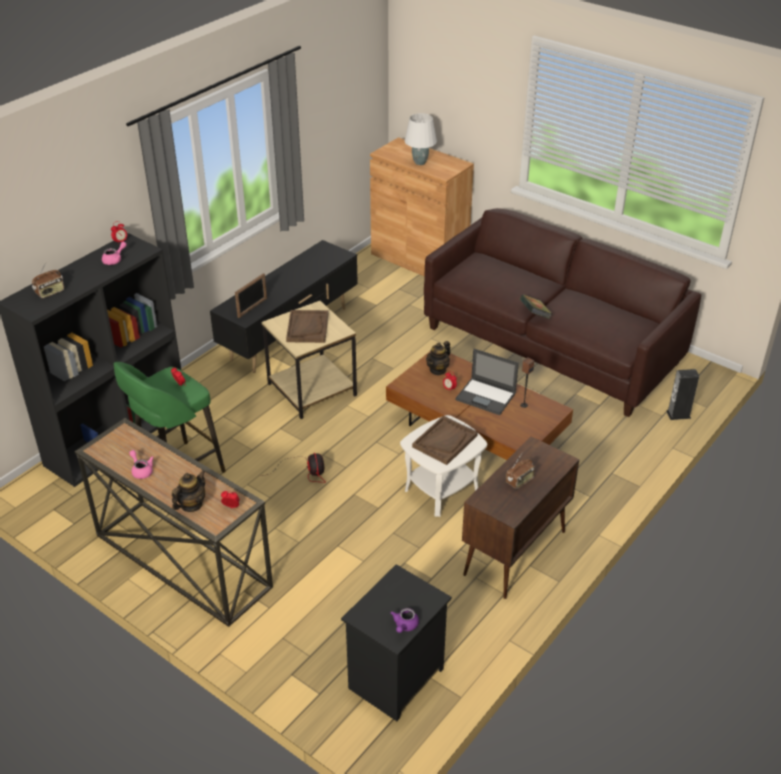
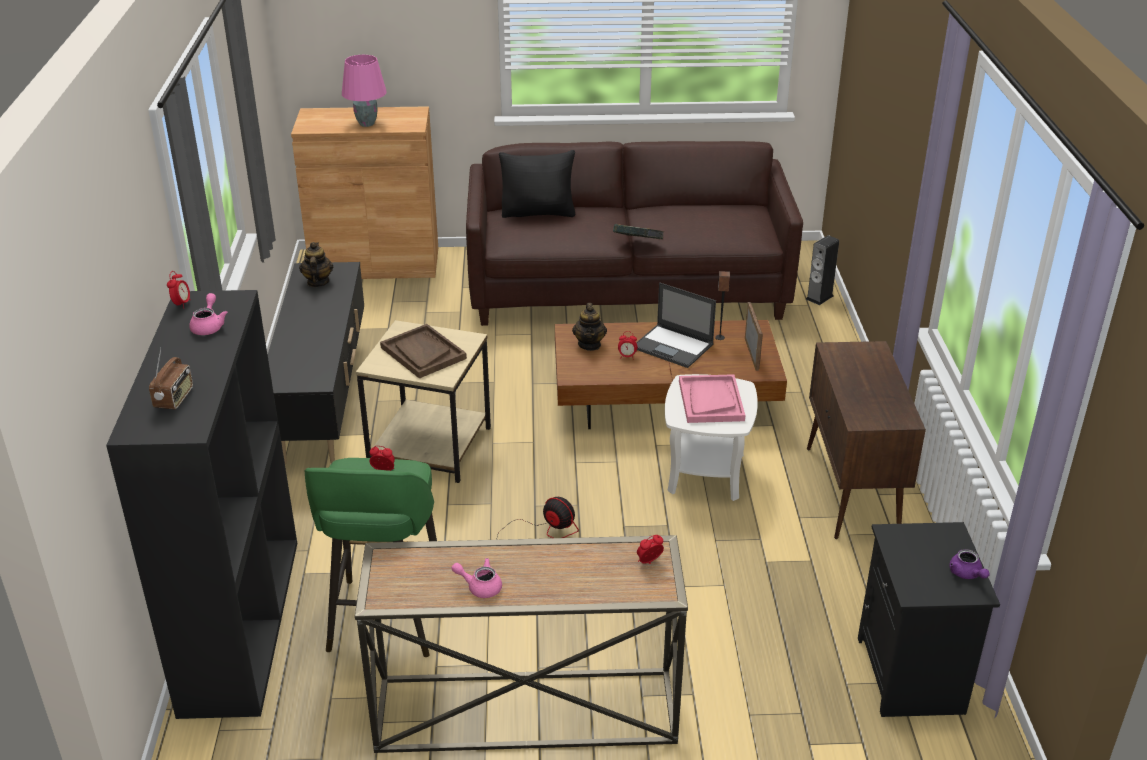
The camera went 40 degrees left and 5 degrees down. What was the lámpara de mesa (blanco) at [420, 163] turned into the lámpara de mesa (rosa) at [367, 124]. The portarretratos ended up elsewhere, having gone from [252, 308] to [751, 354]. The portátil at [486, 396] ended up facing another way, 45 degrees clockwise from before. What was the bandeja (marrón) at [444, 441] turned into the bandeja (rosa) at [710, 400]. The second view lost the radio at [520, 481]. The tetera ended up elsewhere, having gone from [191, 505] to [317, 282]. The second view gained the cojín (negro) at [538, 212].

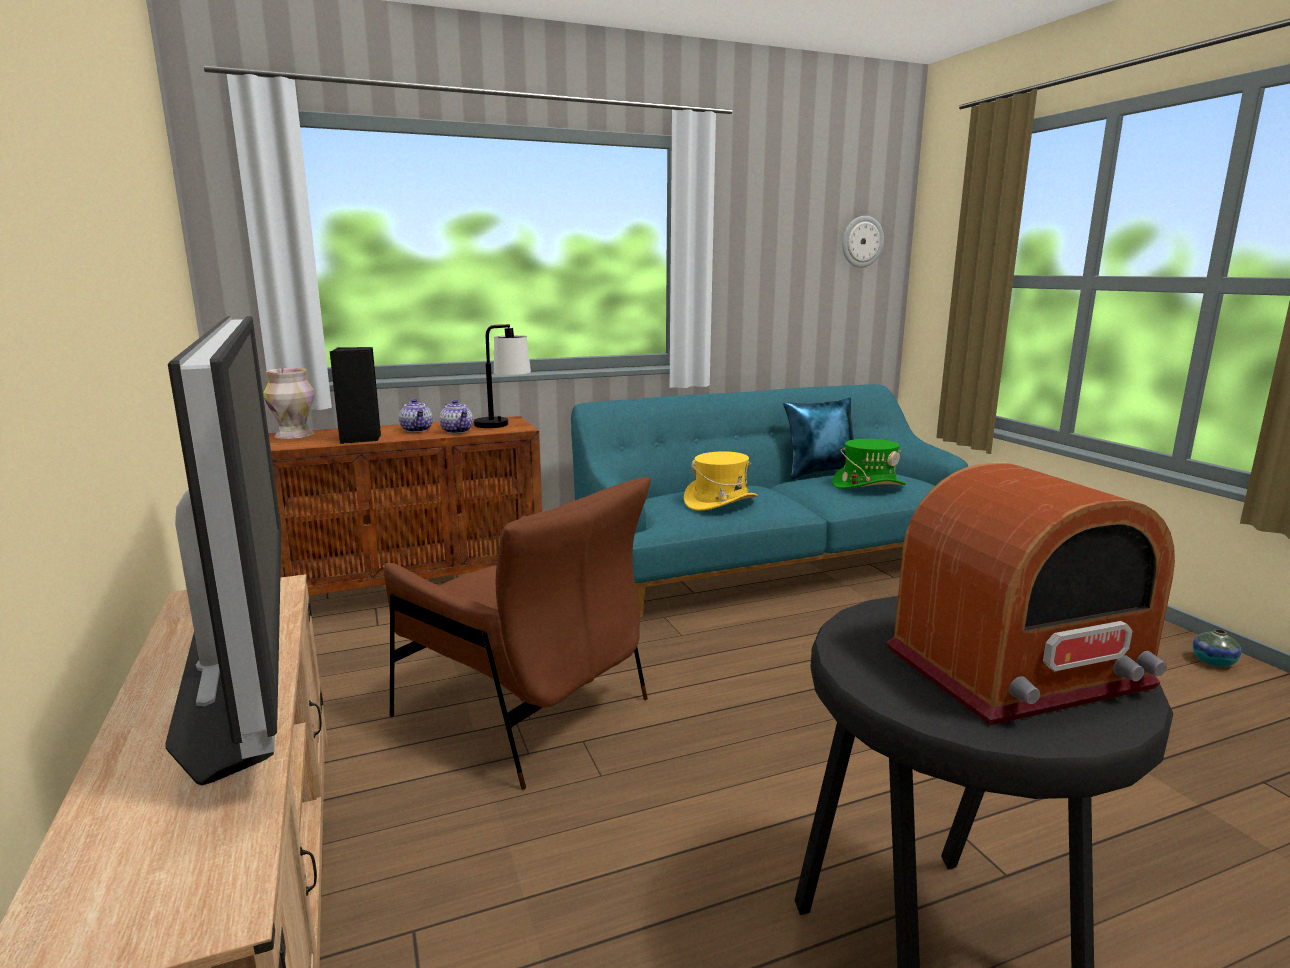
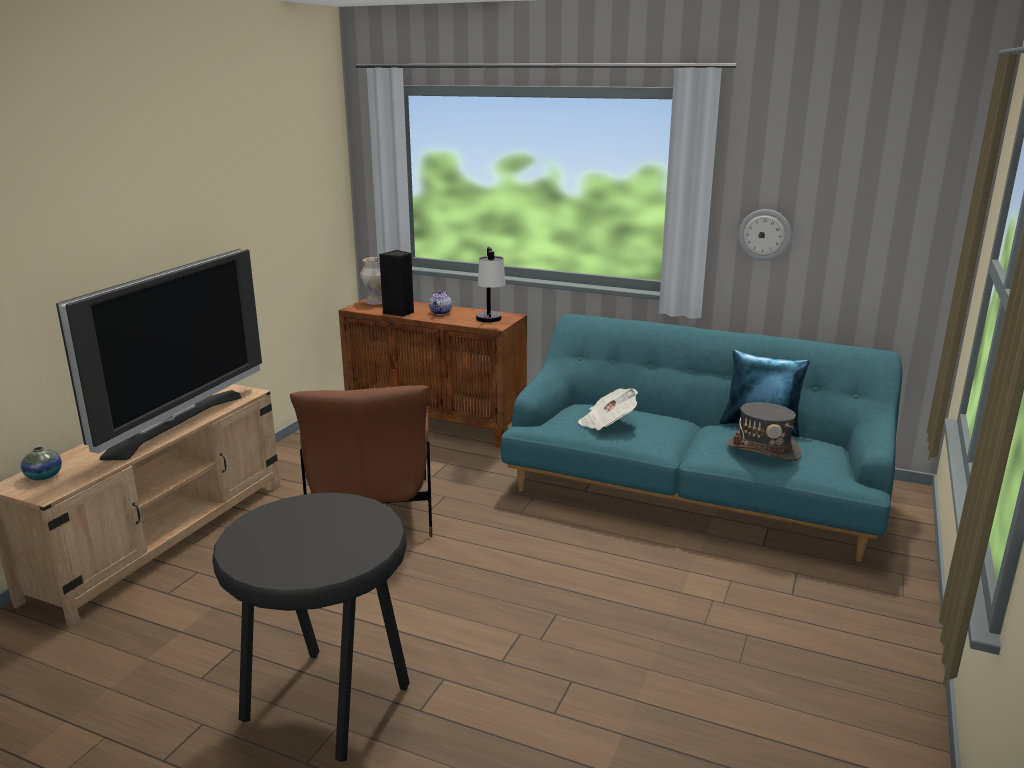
The camera went 45 degrees right and 5 degrees up. The reloj de pared ended up elsewhere, having gone from [862, 242] to [764, 234]. The second view lost the tetera at [458, 431]. What was the sombrero (verde) at [868, 485] turned into the sombrero (gris) at [763, 450]. Where the sombrero (amarillo) stood at [720, 502], the periódico came to stand at [607, 423]. The second view lost the radio at [1017, 668]. The florero ended up elsewhere, having gone from [1213, 662] to [44, 476].

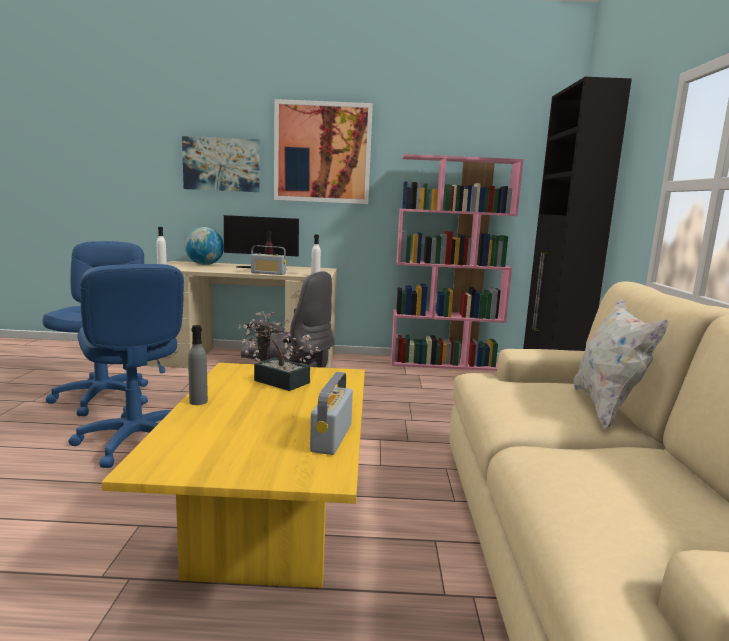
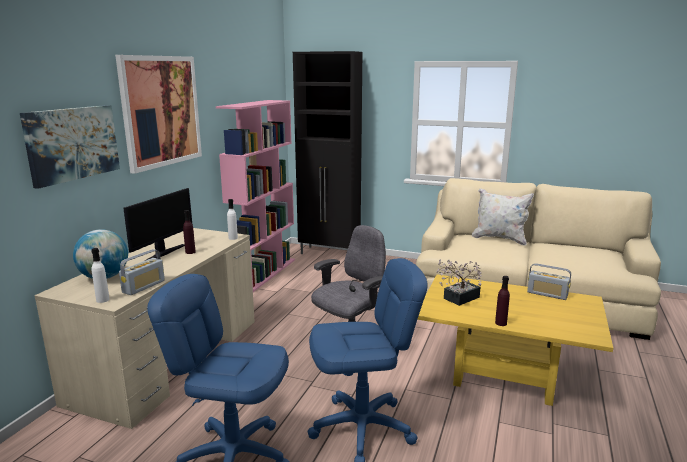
The camera went 70 degrees left and 5 degrees up. The radio ended up elsewhere, having gone from [268, 273] to [144, 286]. What was the botella (gris) at [198, 401] turned into the botella (morado) at [500, 323].

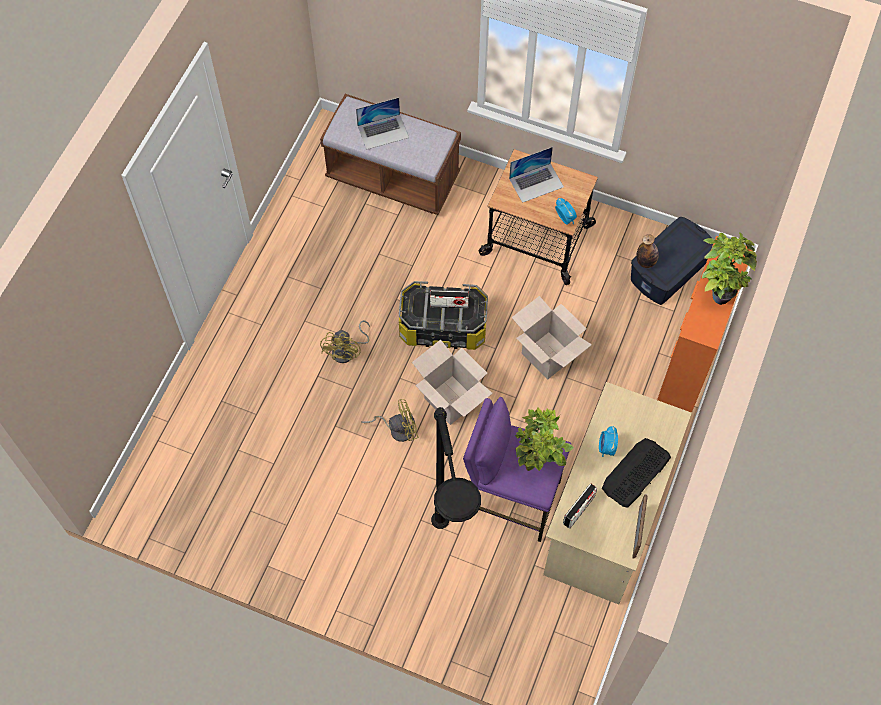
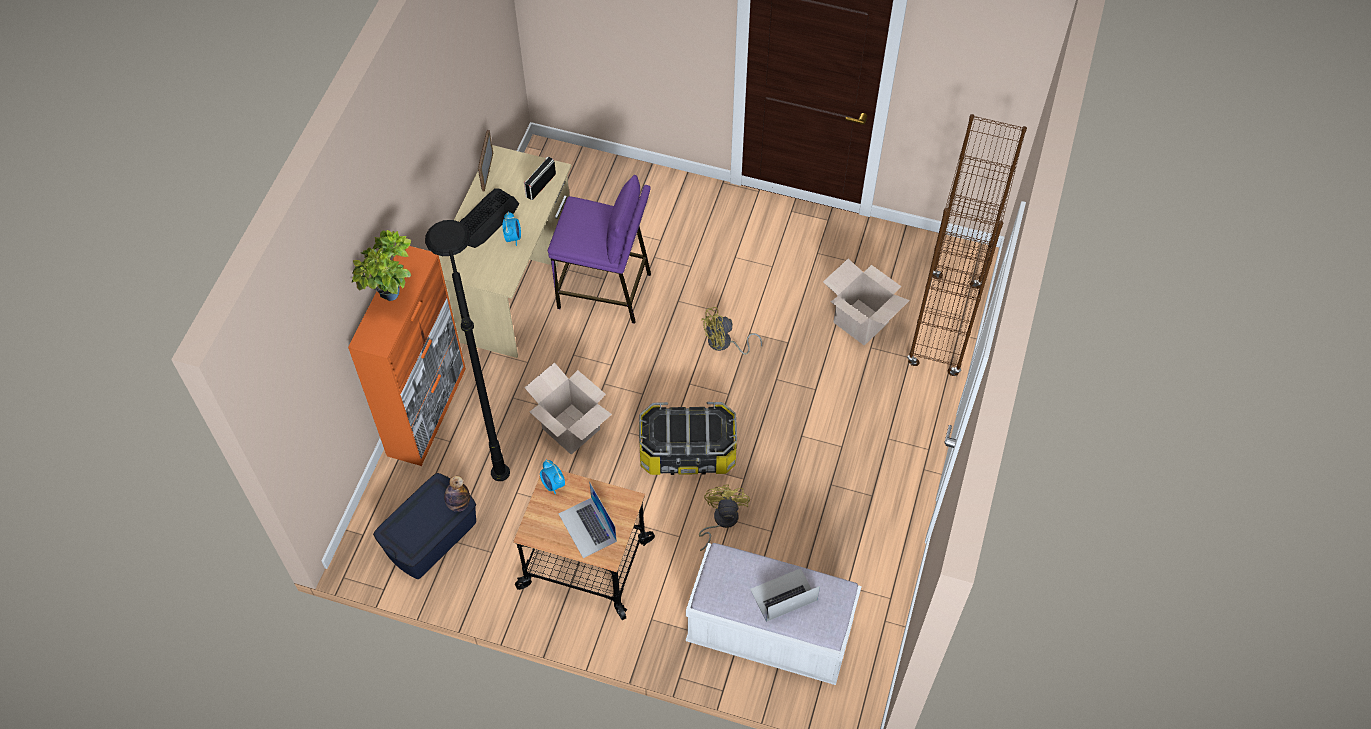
The camera went 175 degrees right and 5 degrees down. What was the banco (marrón) at [393, 177] turned into the banco (blanco) at [769, 633]. The portátil at [536, 182] ended up facing another way, 90 degrees counterclockwise from before. The second view lost the radio at [449, 304]. The ventilador (amarillo) ended up elsewhere, having gone from [347, 351] to [721, 520]. The caja de cartón ended up elsewhere, having gone from [451, 400] to [860, 322]. The lámpara de pie (negro) ended up elsewhere, having gone from [450, 575] to [489, 422]. The second view lost the planta en maceta at [537, 462]. The second view gained the estantería (marrón) at [944, 326].

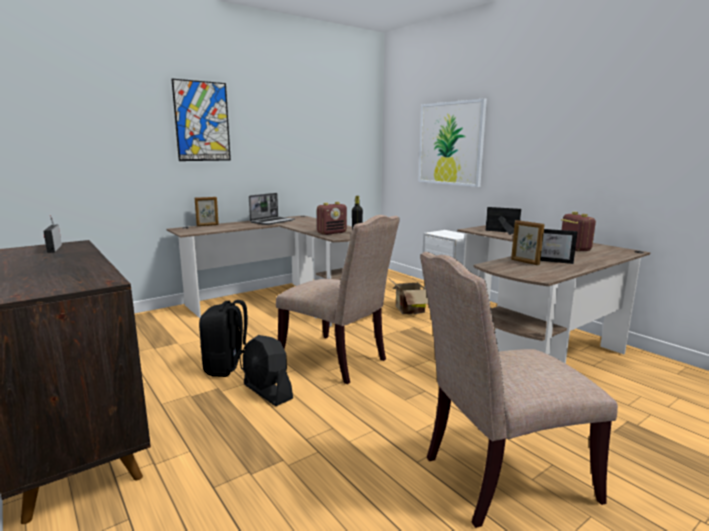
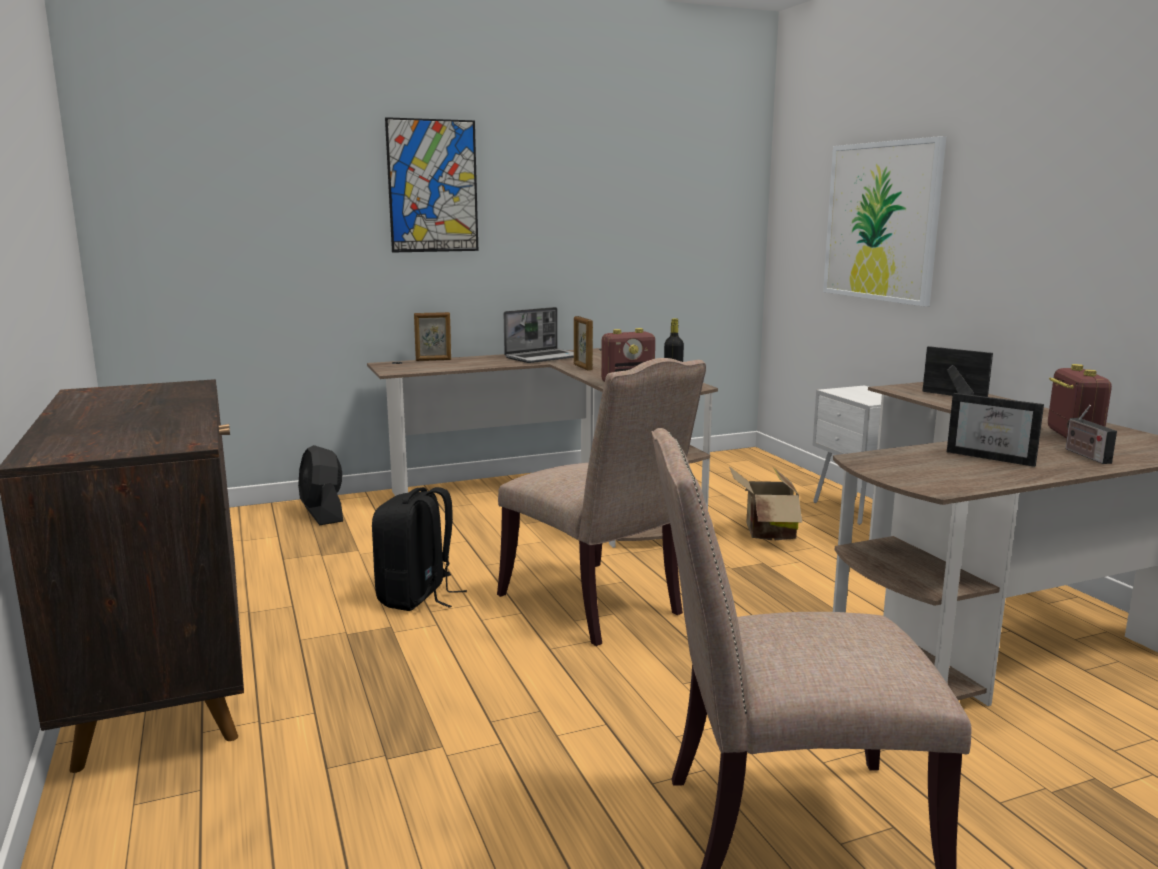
The camera went 15 degrees right and 0 degrees up. The radio ended up elsewhere, having gone from [54, 248] to [1085, 455]. The portarretratos ended up elsewhere, having gone from [524, 262] to [582, 367]. The ventilador (negro) ended up elsewhere, having gone from [267, 392] to [323, 514].

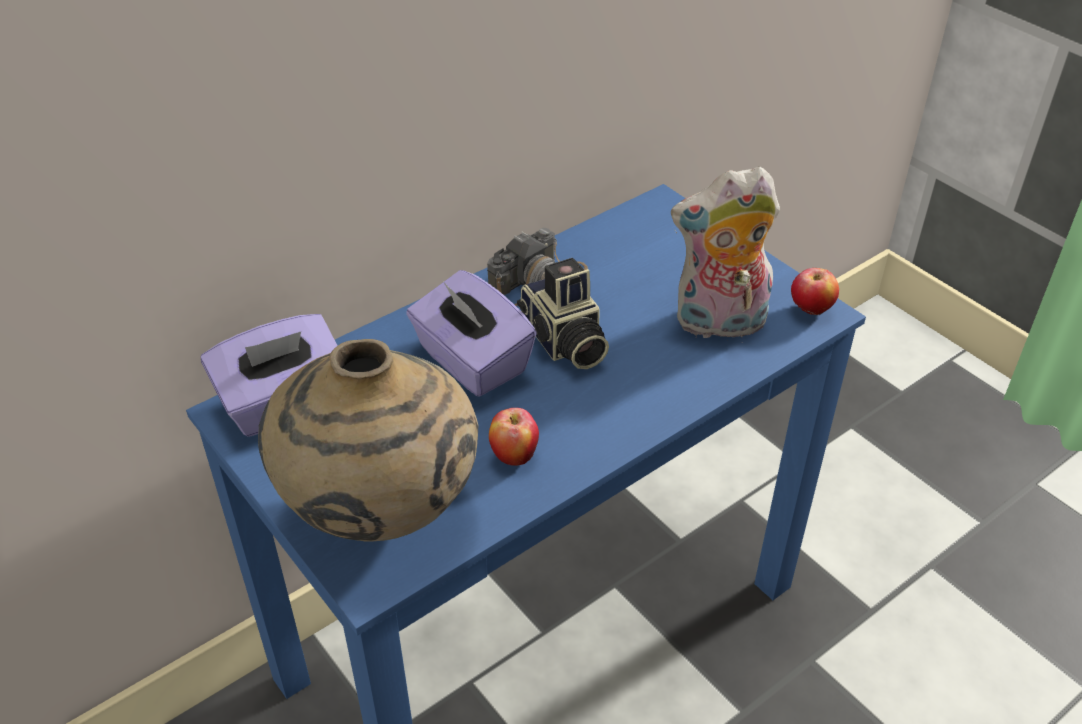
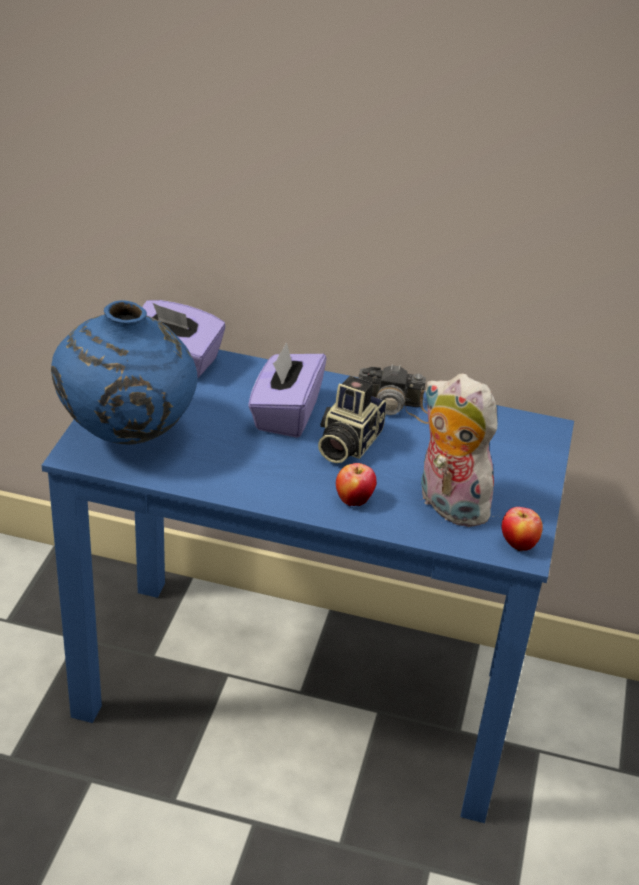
The camera went 50 degrees right and 5 degrees down. What was the florero (beis) at [380, 514] turned into the florero (azul) at [127, 435]. The manzana ended up elsewhere, having gone from [513, 455] to [354, 500].

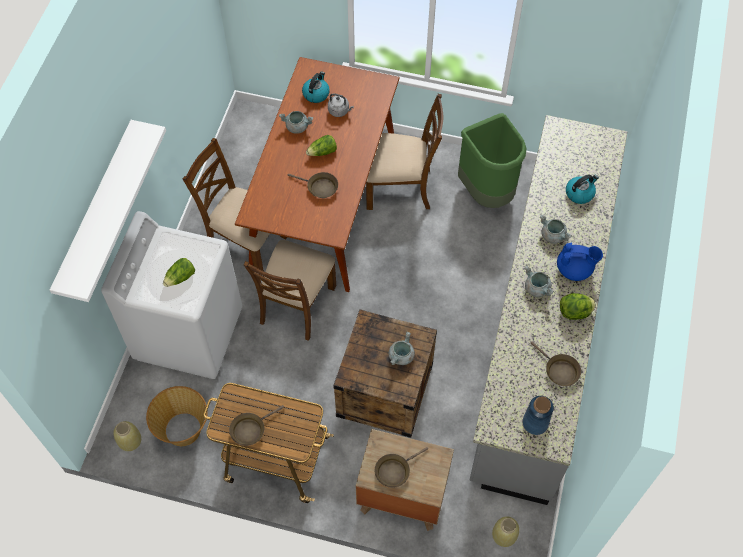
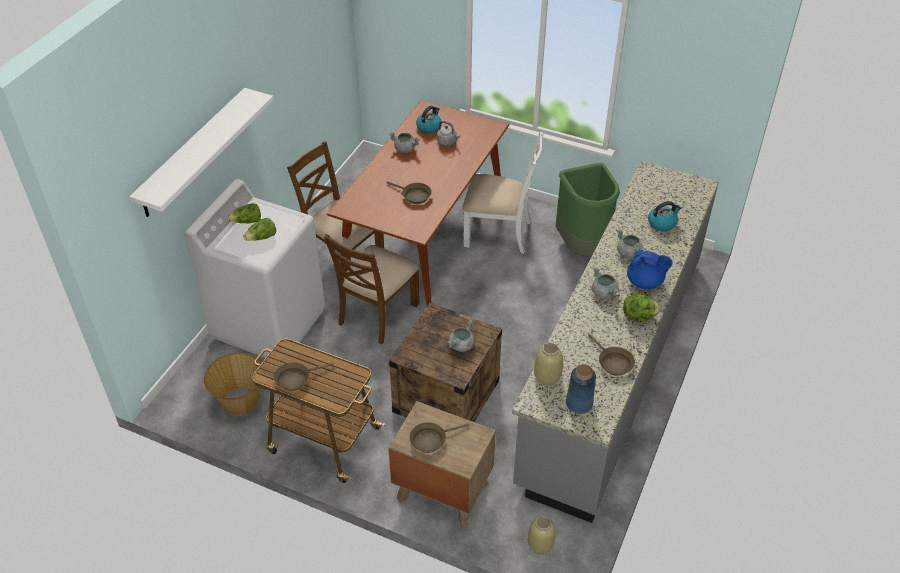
The camera went 10 degrees right and 15 degrees down. What was the silla (marrón) at [399, 188] turned into the silla (blanco) at [499, 233]. The lechuga ended up elsewhere, having gone from [322, 152] to [247, 221]. The florero (beis) ended up elsewhere, having gone from [130, 442] to [547, 377].

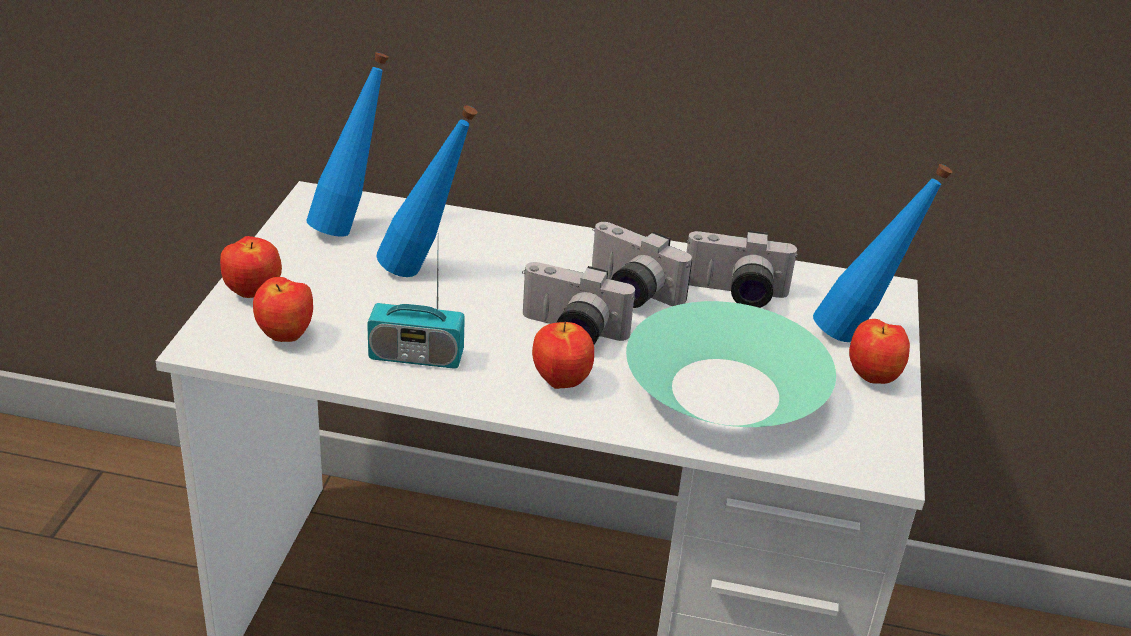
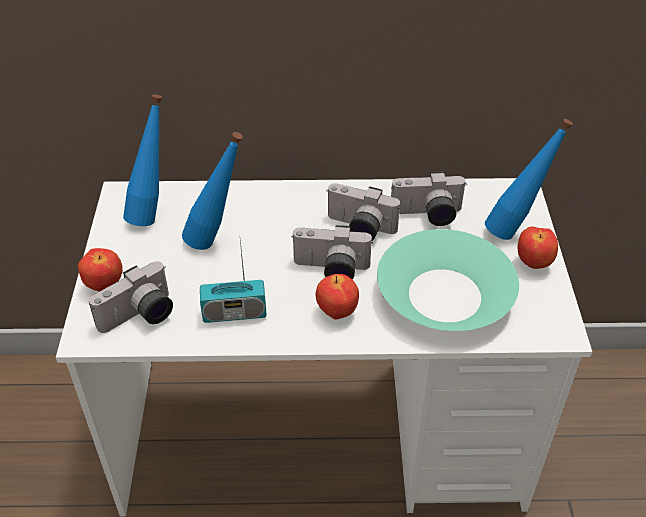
The camera went 10 degrees left and 10 degrees up. Where the manzana stood at [286, 337], the cámara came to stand at [140, 317].

